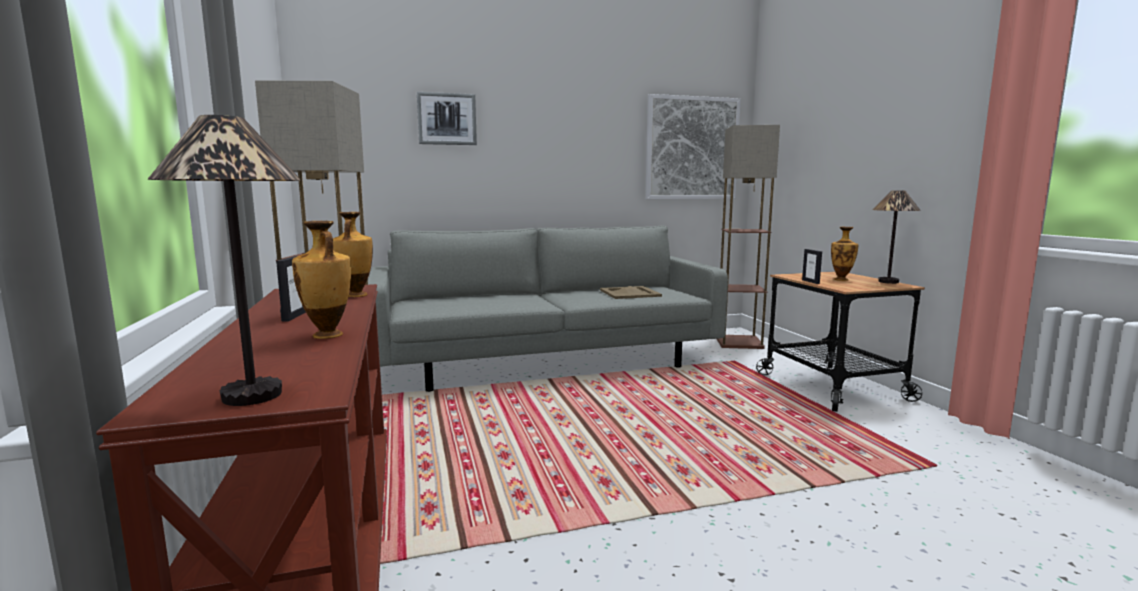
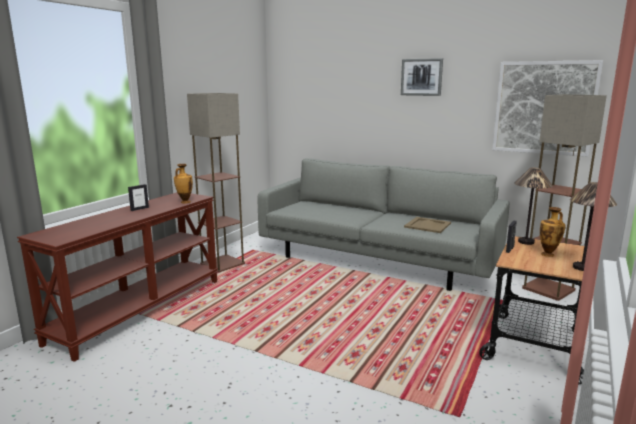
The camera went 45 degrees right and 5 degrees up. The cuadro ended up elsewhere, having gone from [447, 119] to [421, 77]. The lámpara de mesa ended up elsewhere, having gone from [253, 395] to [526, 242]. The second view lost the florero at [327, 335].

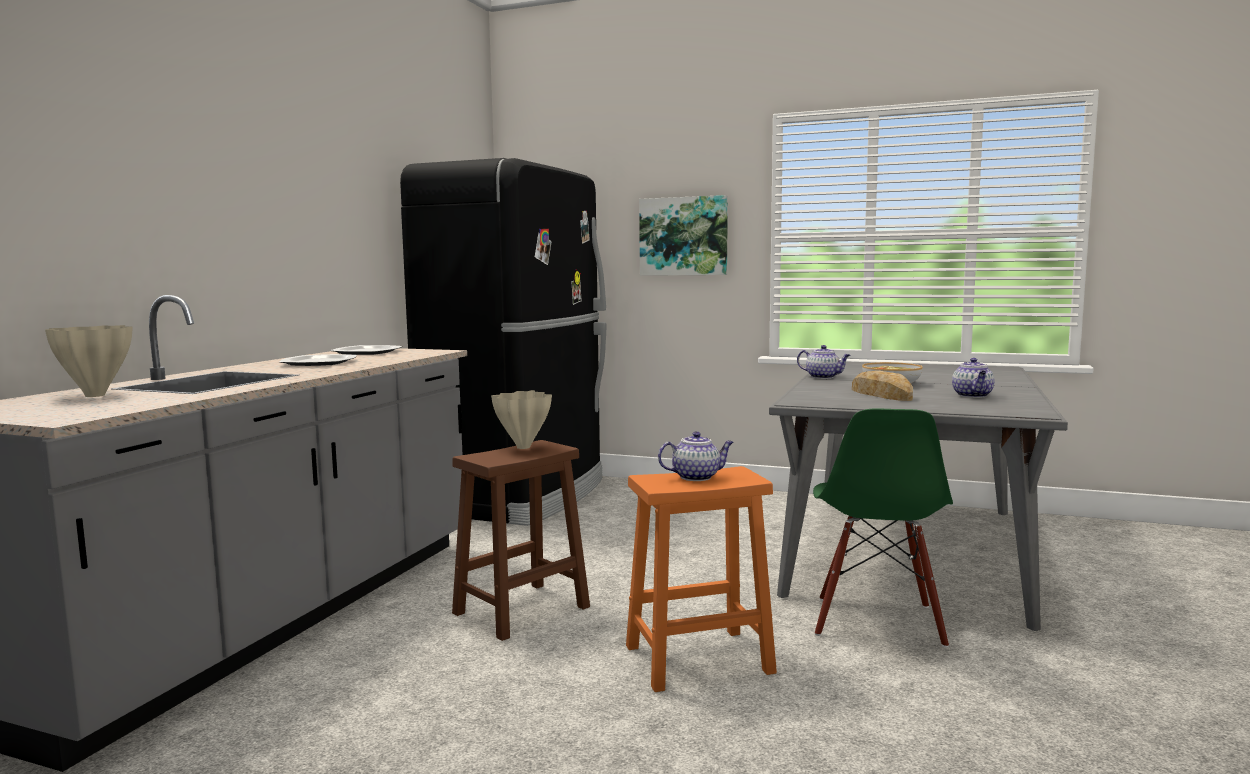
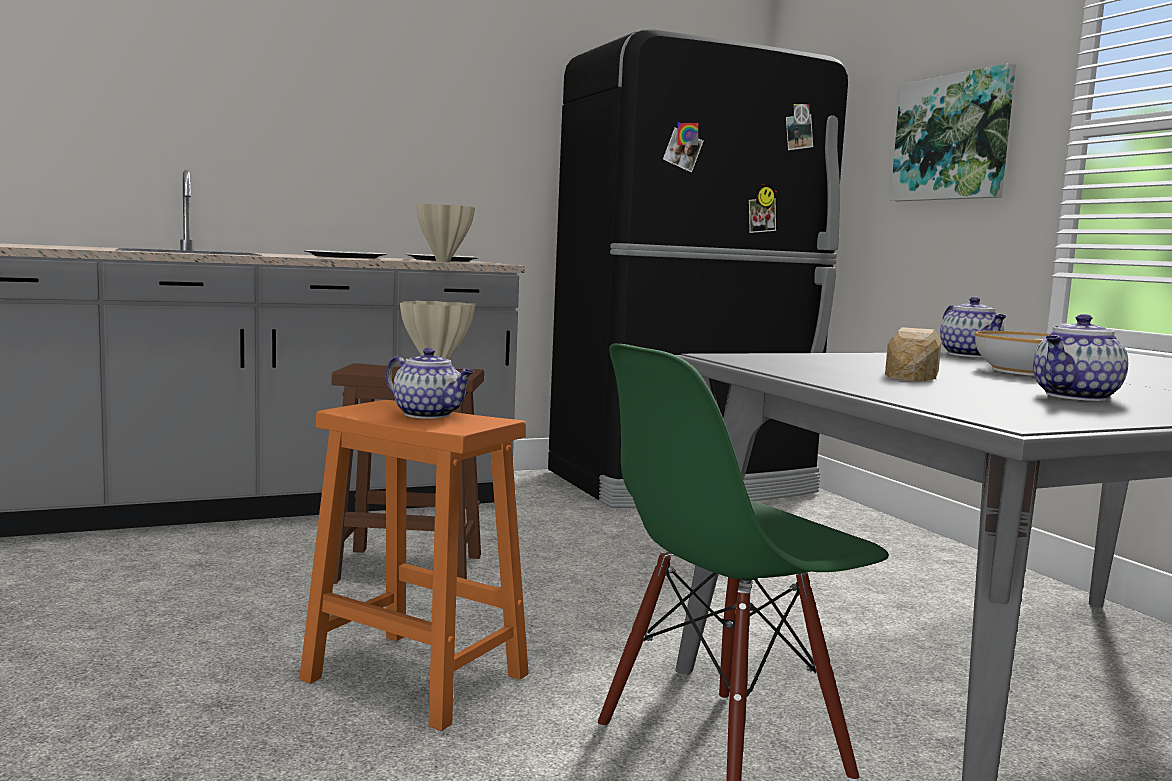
The camera went 45 degrees right and 0 degrees up. The florero (beis) ended up elsewhere, having gone from [96, 395] to [443, 262].

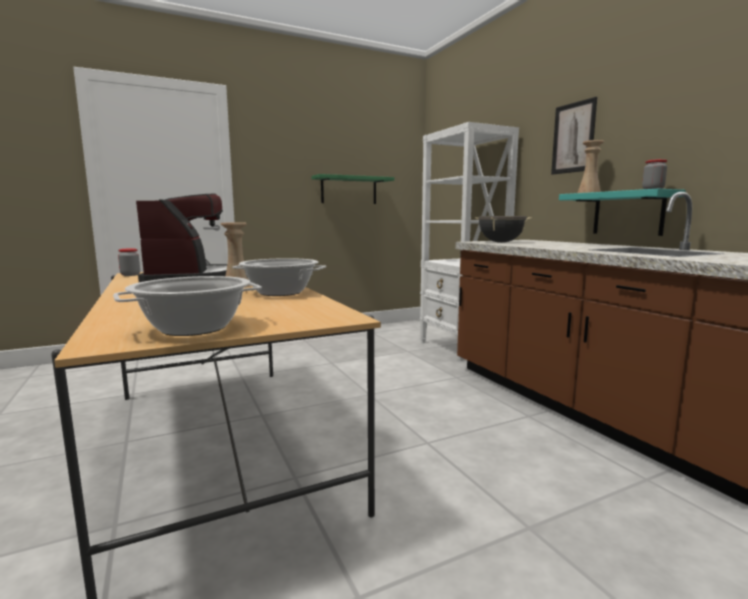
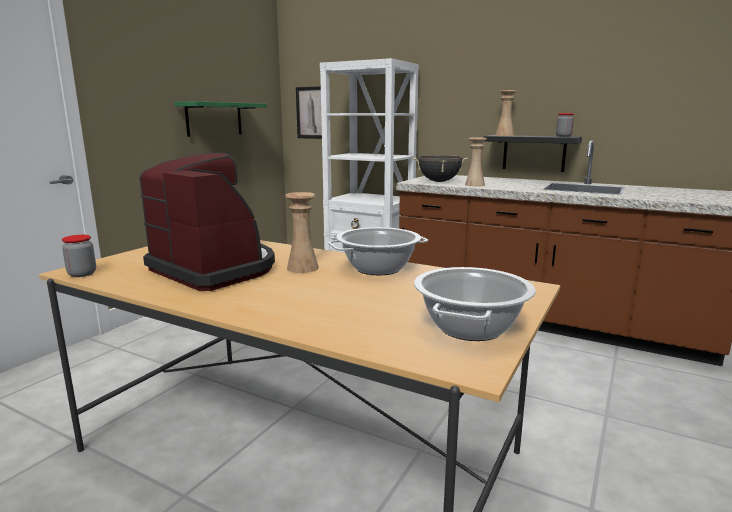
The camera went 35 degrees left and 5 degrees up. The cuadro ended up elsewhere, having gone from [573, 138] to [311, 113]. What was the estante (turquesa) at [628, 213] turned into the estante (negro) at [534, 153]. The second view gained the florero (beis) at [474, 185].

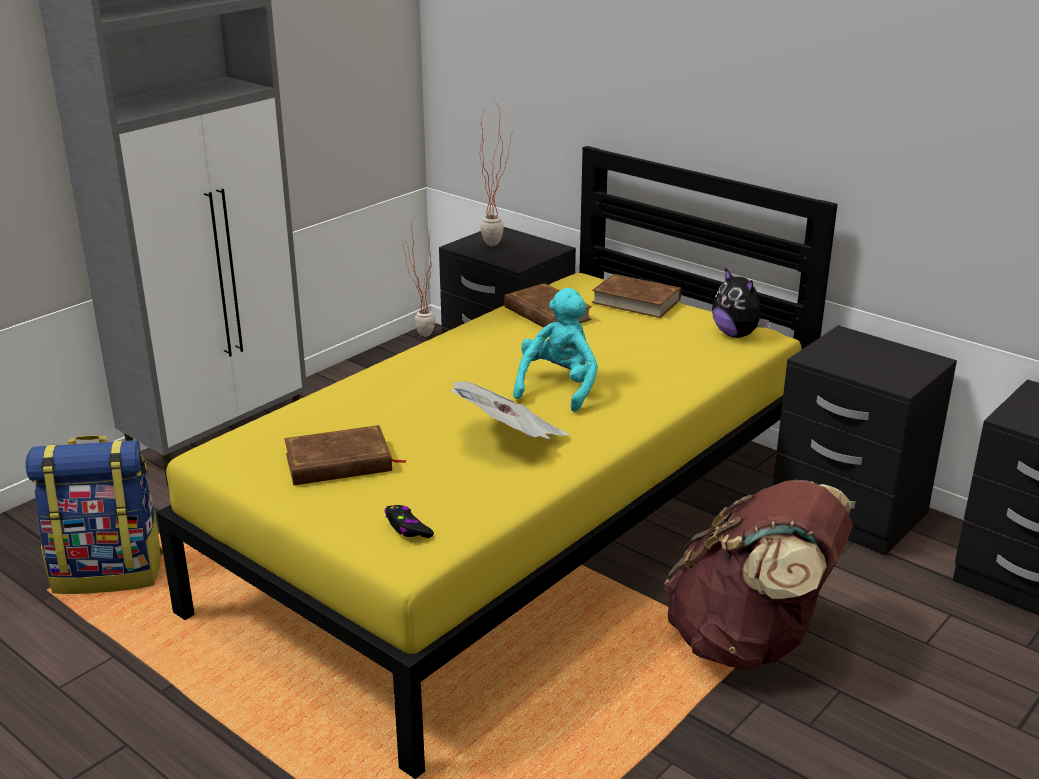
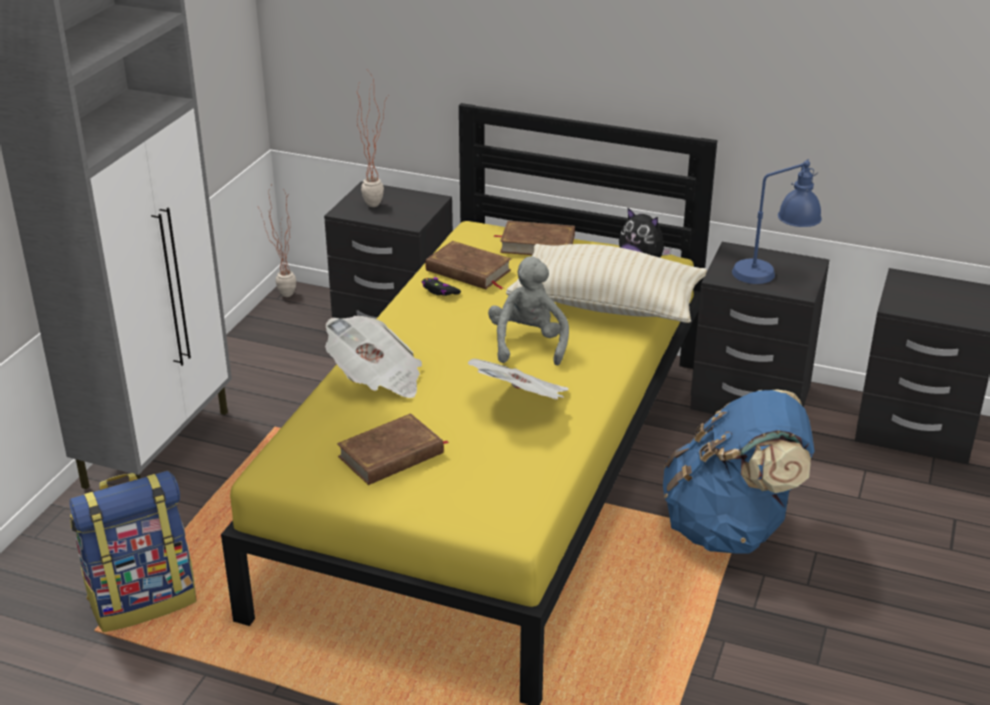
The camera went 20 degrees left and 5 degrees up. What was the peluche (turquesa) at [558, 387] turned into the peluche (gris) at [528, 344]. What was the mochila (marrón) at [749, 641] turned into the mochila (azul) at [731, 528]. The mando de consola (negro) ended up elsewhere, having gone from [407, 528] to [439, 291]. The second view gained the lámpara de mesa (azul) at [772, 275]. The second view gained the cojín (beis) at [607, 305]. The second view gained the periódico at [376, 379].

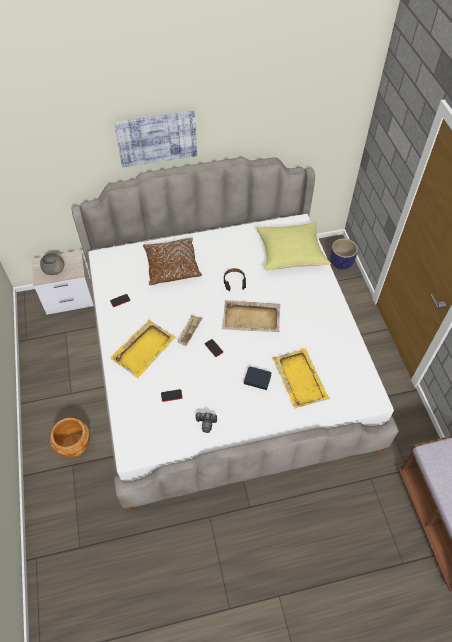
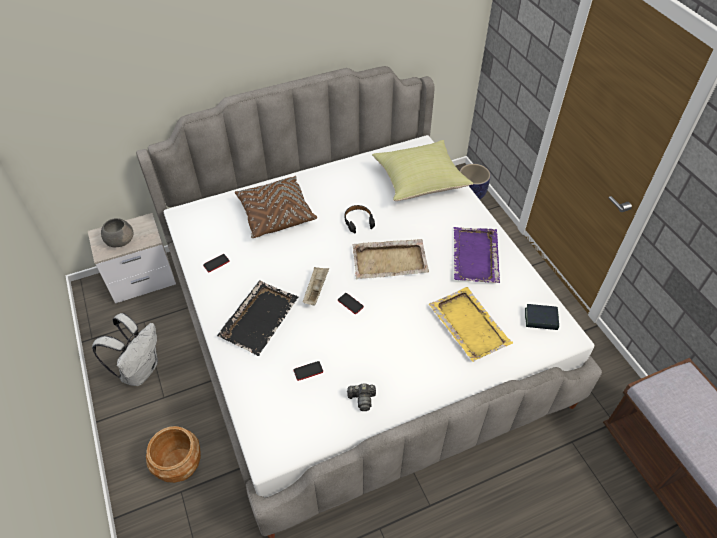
The camera went 10 degrees left and 5 degrees down. The second view lost the cuadro at [156, 138]. What was the bandeja (amarillo) at [144, 349] turned into the bandeja (negro) at [260, 318]. The libro ended up elsewhere, having gone from [257, 380] to [541, 319]. The second view gained the bandeja (morado) at [475, 257]. The second view gained the mochila (blanco) at [140, 370].

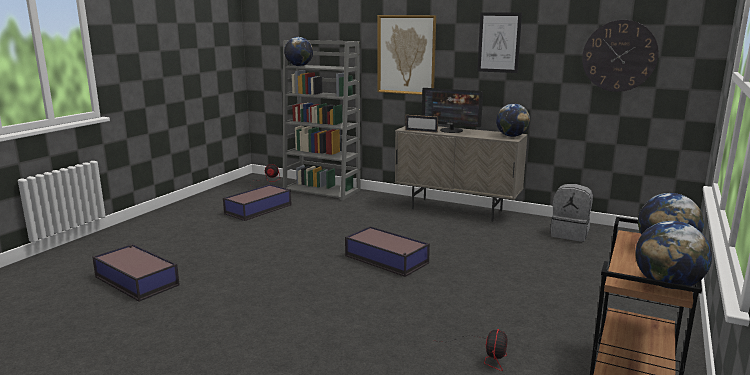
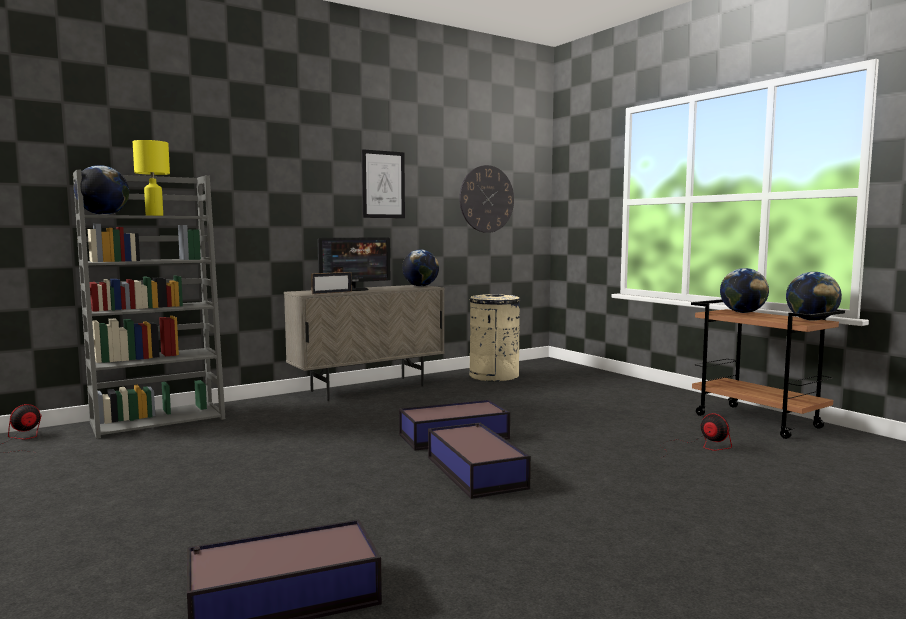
The camera went 60 degrees left and 10 degrees down. The second view lost the cuadro at [406, 55]. The caja de almacenaje ended up elsewhere, having gone from [259, 209] to [475, 471]. Where the mochila (gris) stood at [570, 234], the papelera (beis) came to stand at [494, 376]. The second view gained the lámpara de mesa (amarillo) at [154, 215].

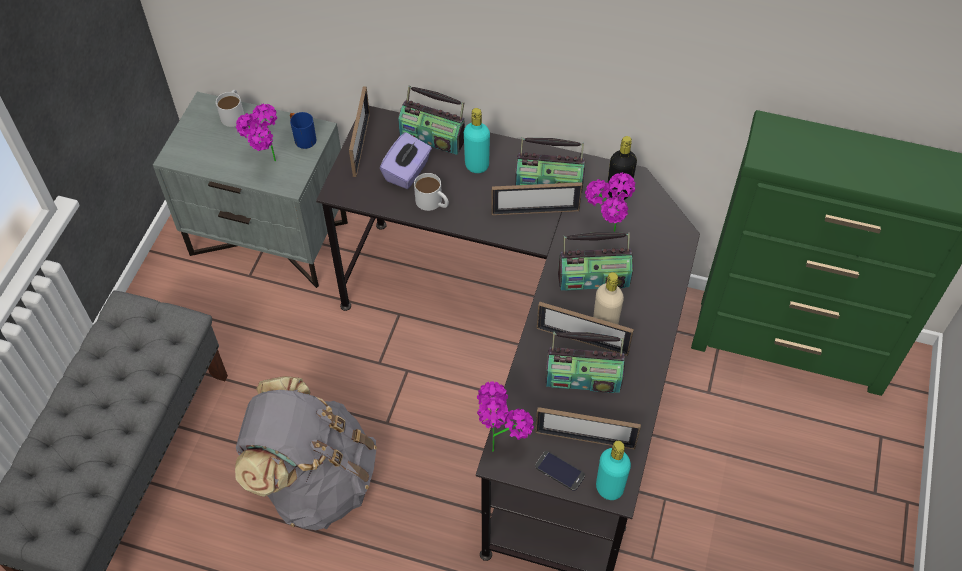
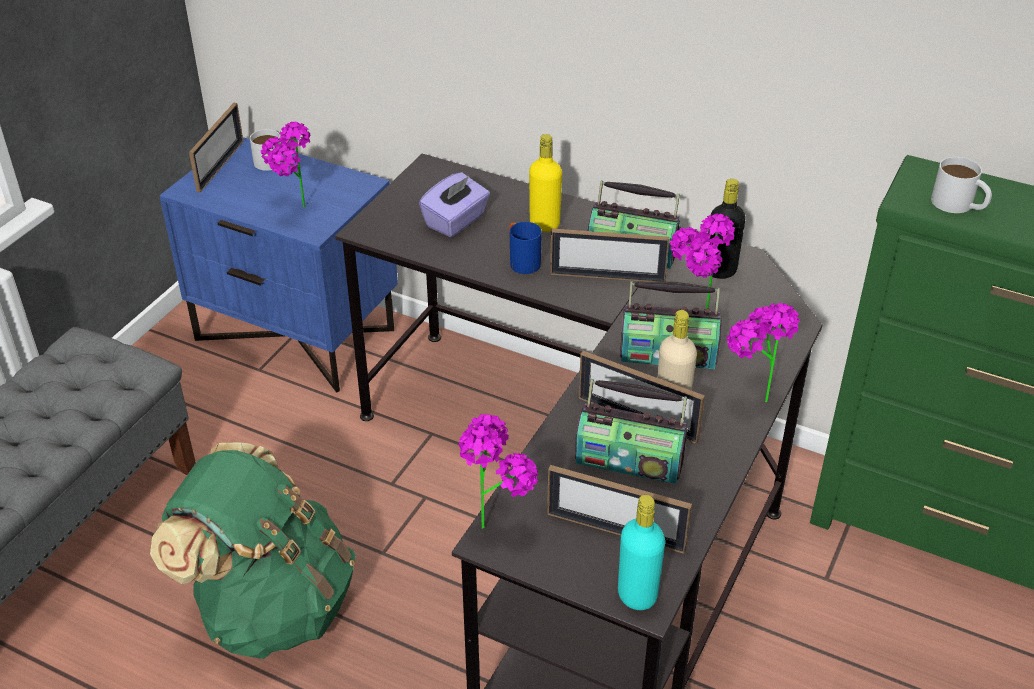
The camera went 10 degrees right and 15 degrees down. The second view lost the radio at [433, 137]. The portarretratos ended up elsewhere, having gone from [361, 144] to [220, 166]. What was the mesita de noche (gris) at [271, 237] turned into the mesita de noche (azul) at [297, 333]. What was the botella (turquesa) at [477, 166] turned into the botella (amarillo) at [544, 224]. The taza grande (azul) ended up elsewhere, having gone from [302, 138] to [521, 262]. The taza grande (blanco) ended up elsewhere, having gone from [433, 203] to [959, 205]. What was the mochila (gris) at [316, 479] turned into the mochila (verde) at [271, 605]. The second view lost the móvil at [560, 471]. The second view gained the planta en maceta at [751, 396].

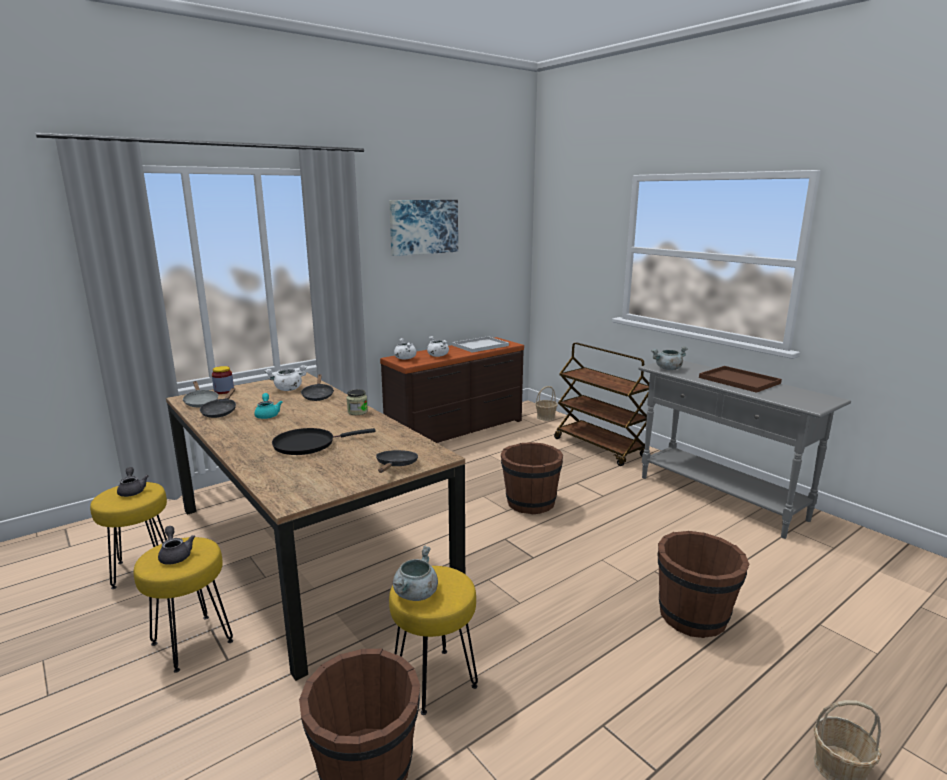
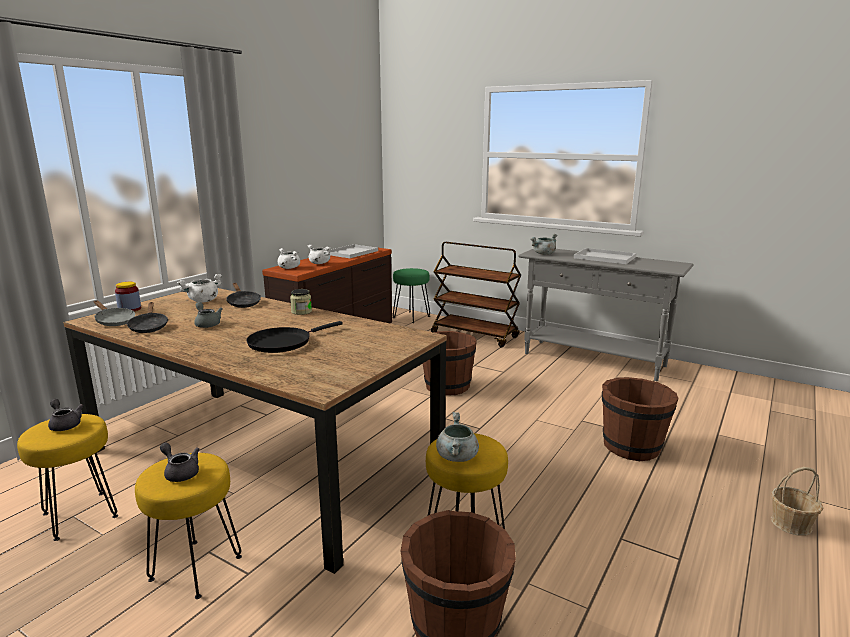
The camera went 20 degrees left and 0 degrees up. The second view lost the cuadro at [423, 227]. What was the bandeja (marrón) at [740, 380] turned into the bandeja (blanco) at [606, 257]. Where the cesta stood at [546, 417], the taburete (verde) came to stand at [412, 317]. What was the tetera (turquesa) at [267, 414] turned into the tetera (gris) at [207, 324]. The second view lost the sartén (negro) at [395, 466].

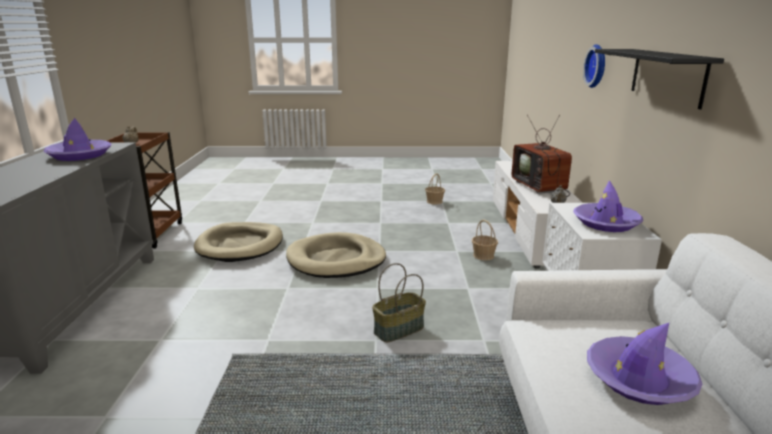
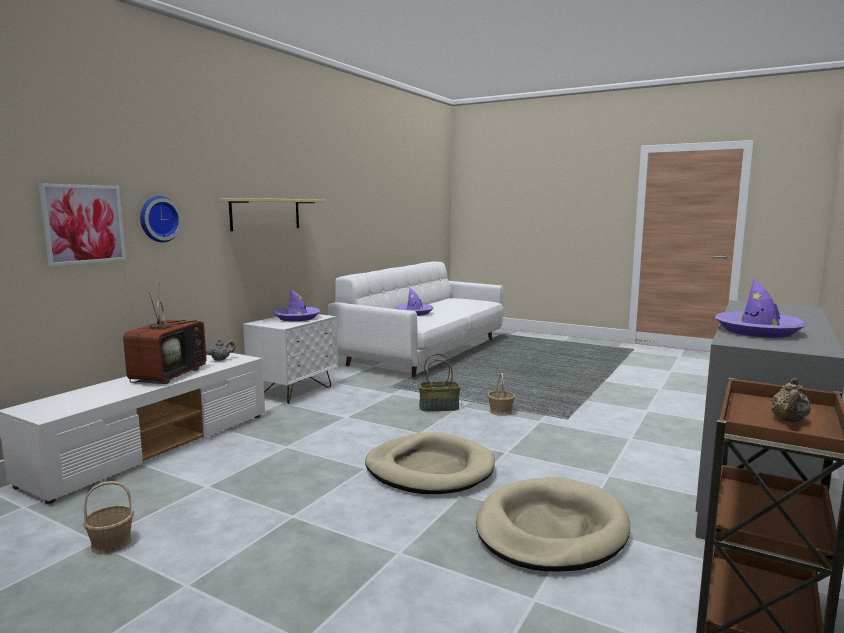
The camera went 150 degrees left and 10 degrees down. What was the estante (negro) at [667, 76] turned into the estante (beis) at [265, 214]. The cesta ended up elsewhere, having gone from [483, 256] to [501, 411]. The second view gained the cuadro at [84, 224].

